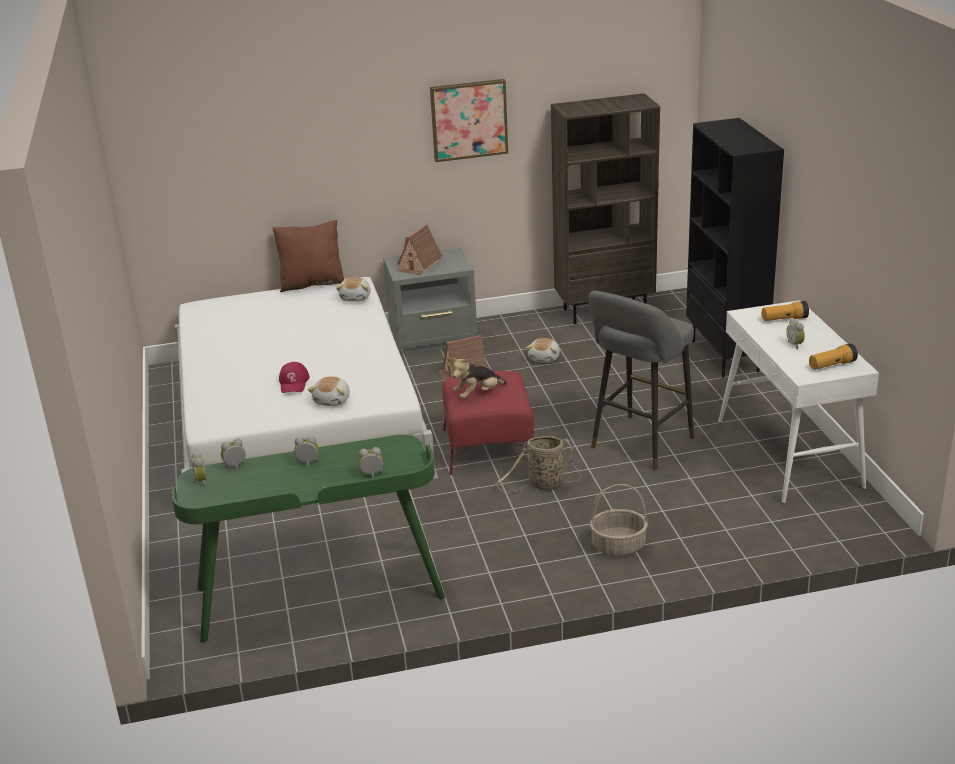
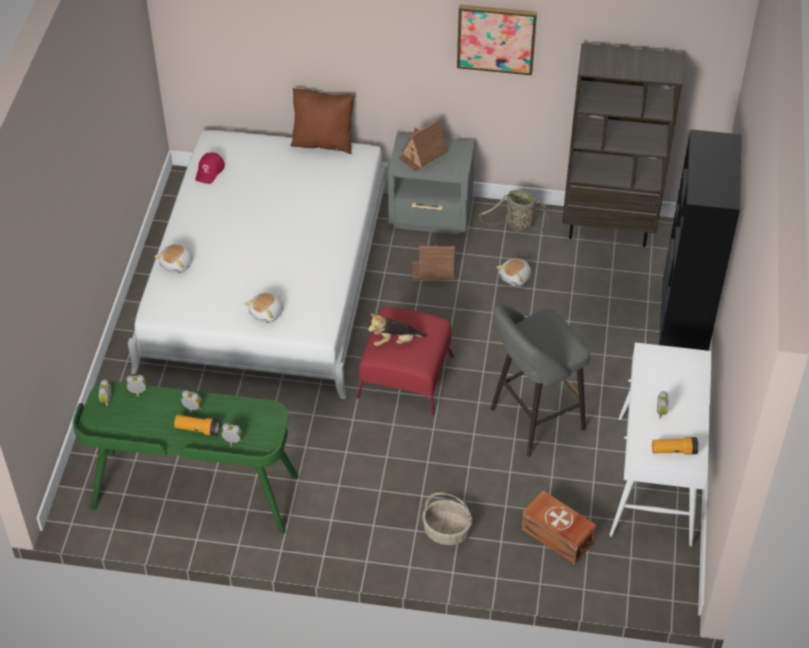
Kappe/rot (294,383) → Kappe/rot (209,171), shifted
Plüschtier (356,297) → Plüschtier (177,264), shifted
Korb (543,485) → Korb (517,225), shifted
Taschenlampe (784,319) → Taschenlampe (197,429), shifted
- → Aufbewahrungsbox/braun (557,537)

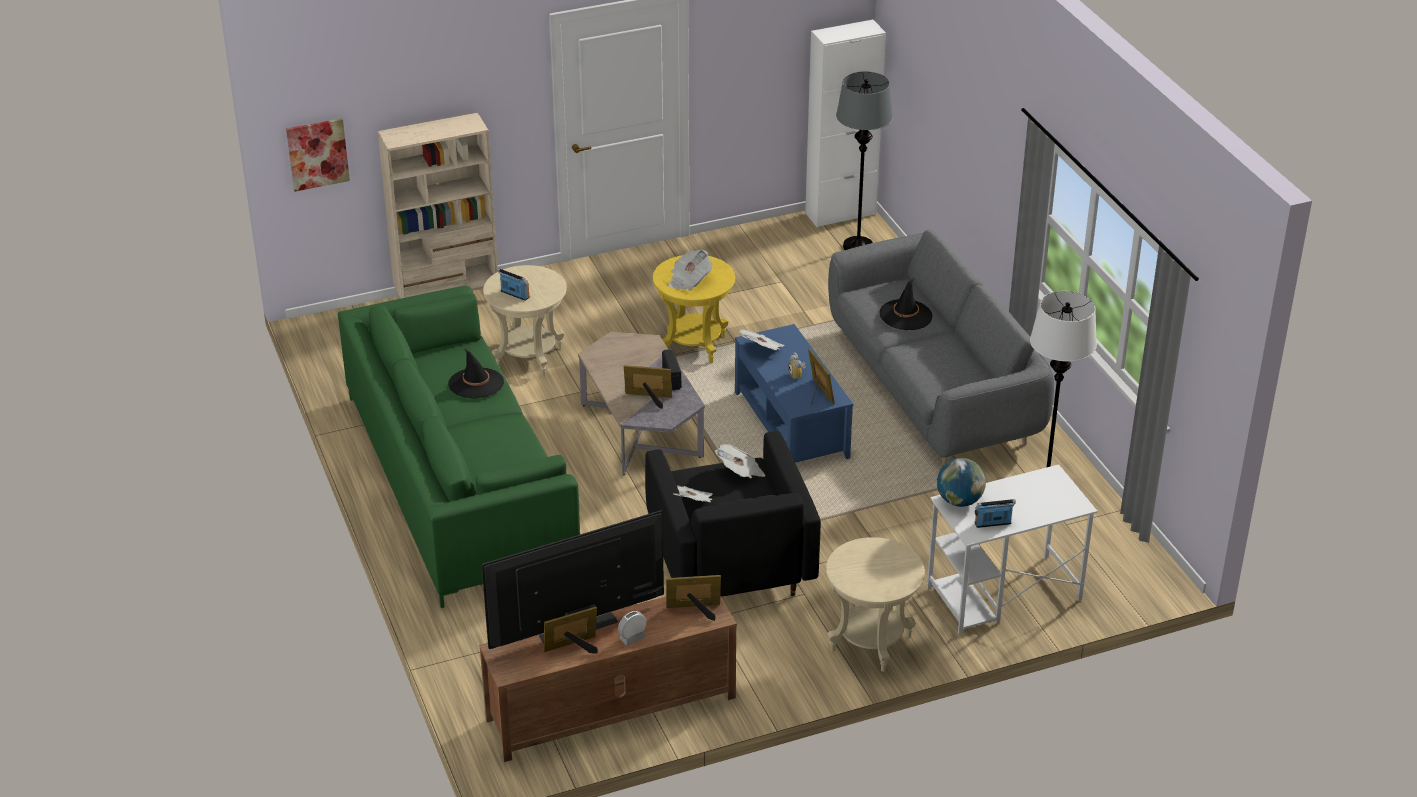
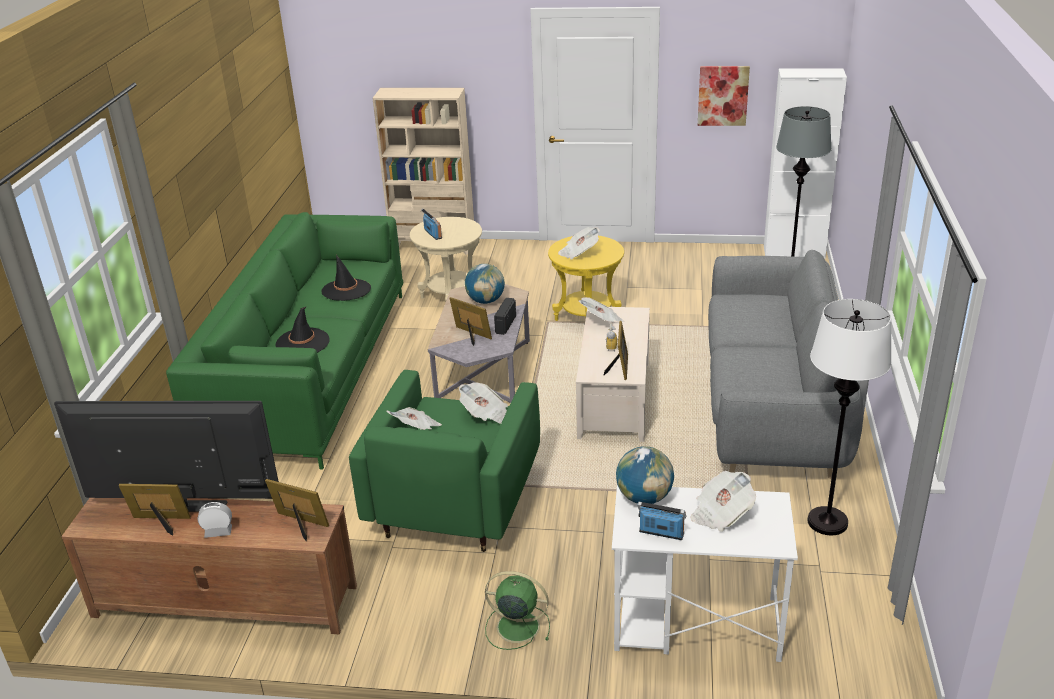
Bild (317,154) → Bild (723,95), shifted
Sessel/schwarz (730,563) → Sessel/grün (454,502)
Couchtisch/blau (791,425) → Couchtisch/beige (614,399)
Beistelltisch/beige (870,643) → Ventilator/grün (516,626)
Hut/schwarz (906,315) → Hut/schwarz (302,343), shifted
- → Globus (486,301)
- → Zeitung (721,514)

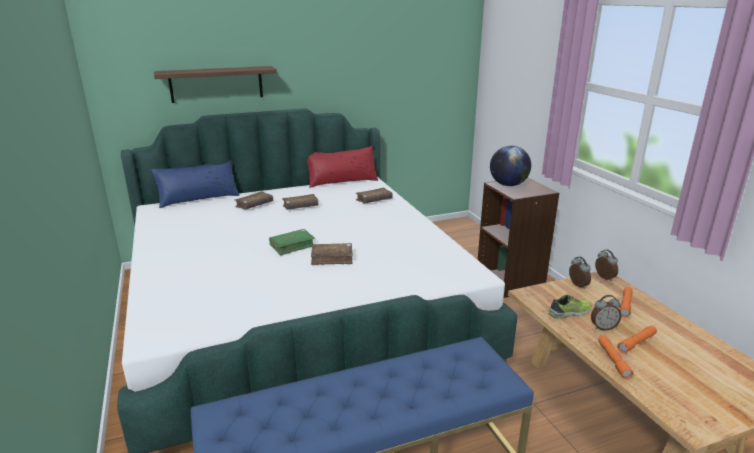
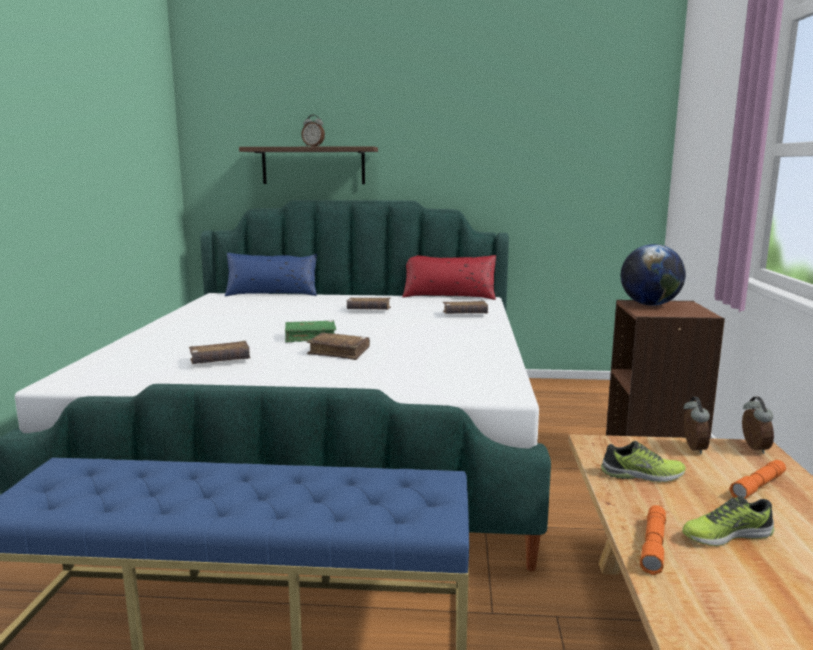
Buch/braun (254,205) → Buch/braun (220,361), shifted
Wecker (603,327) → Wecker (313,146), shifted
Taschenlampe/orange (636,343) → Schuh (725,535)

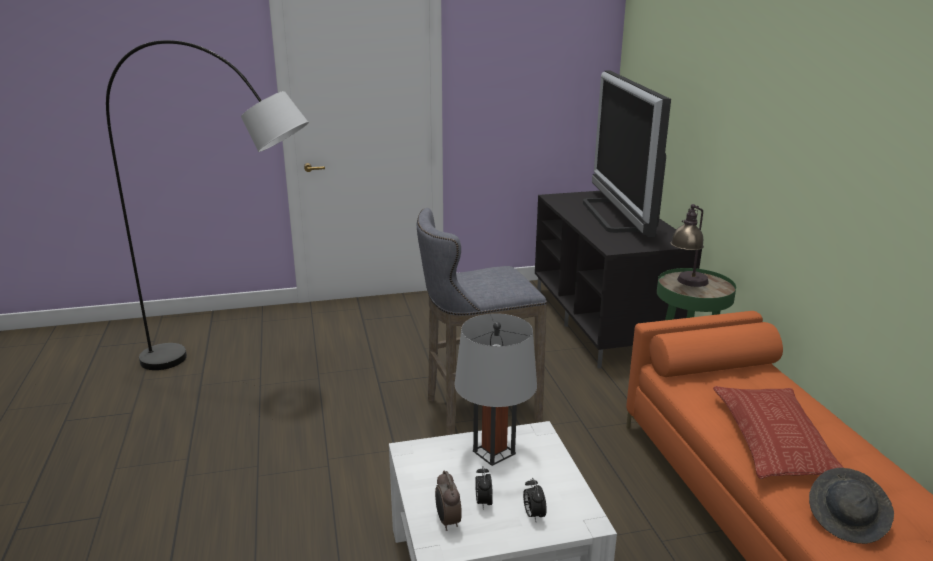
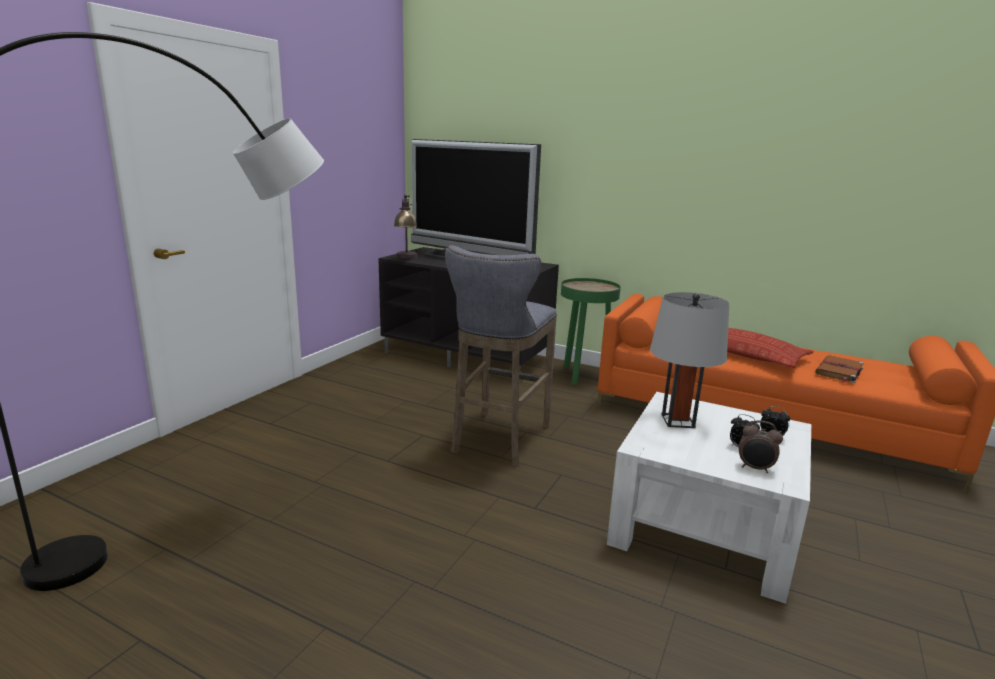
Tischlampe (687,284) → Tischlampe (406,258), shifted
Hut/grau (847,520) → Buch/braun (839,371)

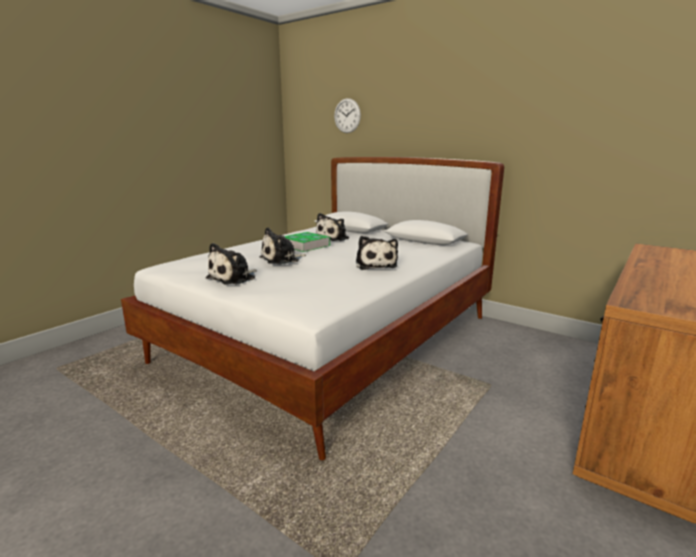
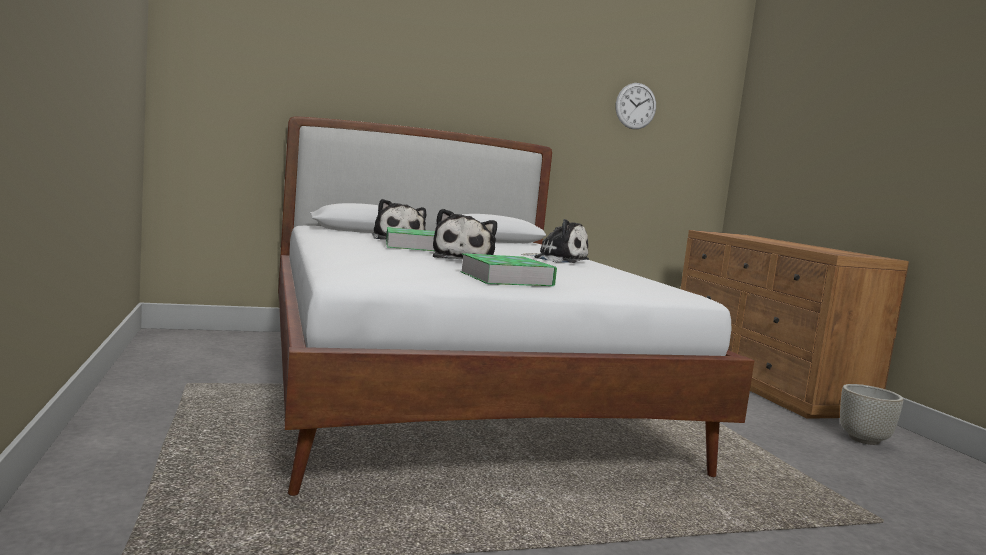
Plüschtier (234,278) → Buch (506,278)
Wanduhr (347,115) → Wanduhr (635,106), shifted
- → Pflanzkübel/grau (864,440)

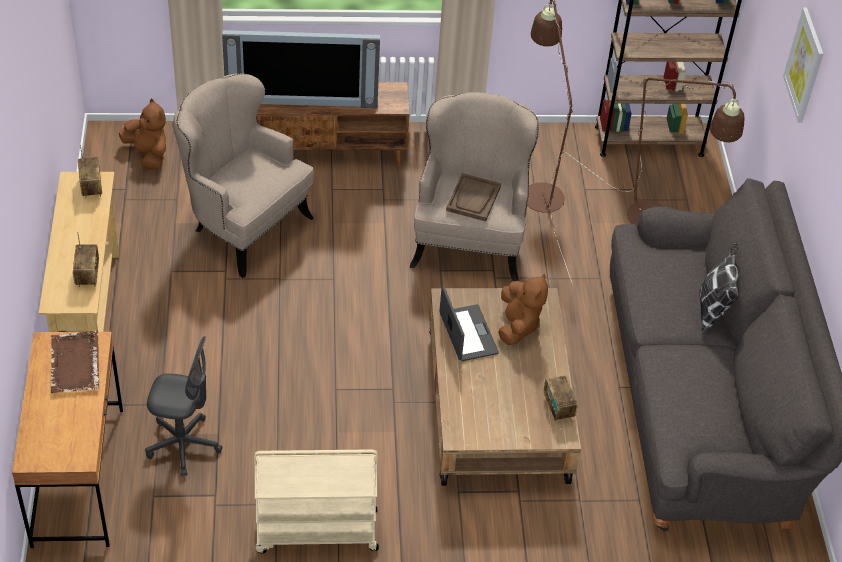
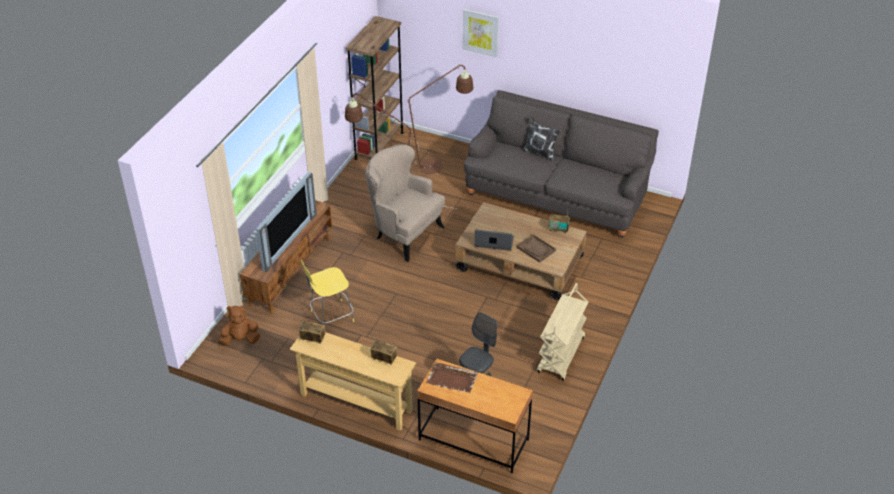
Sessel/beige (243,226) → Hocker/gelb (330,316)
Tablett/braun (473,199) → Tablett/braun (536,249), shifted
Plüschtier/braun (518,325) → -

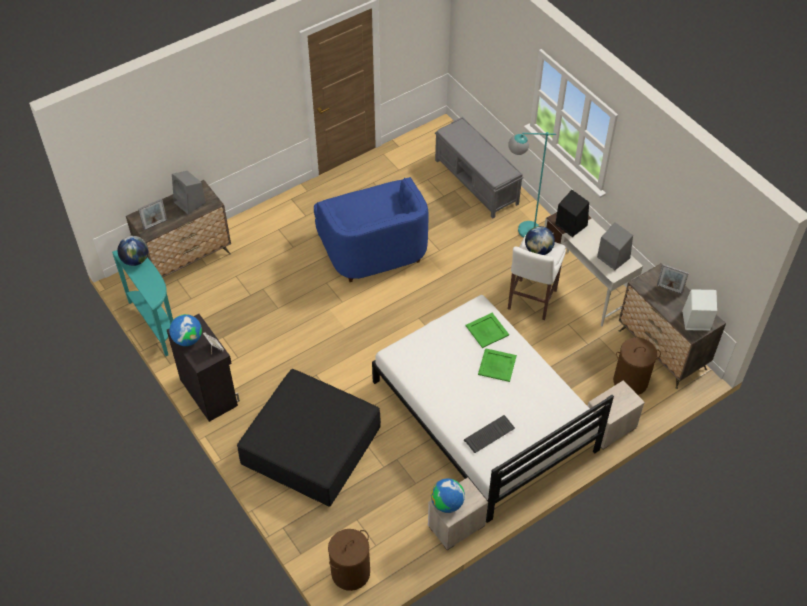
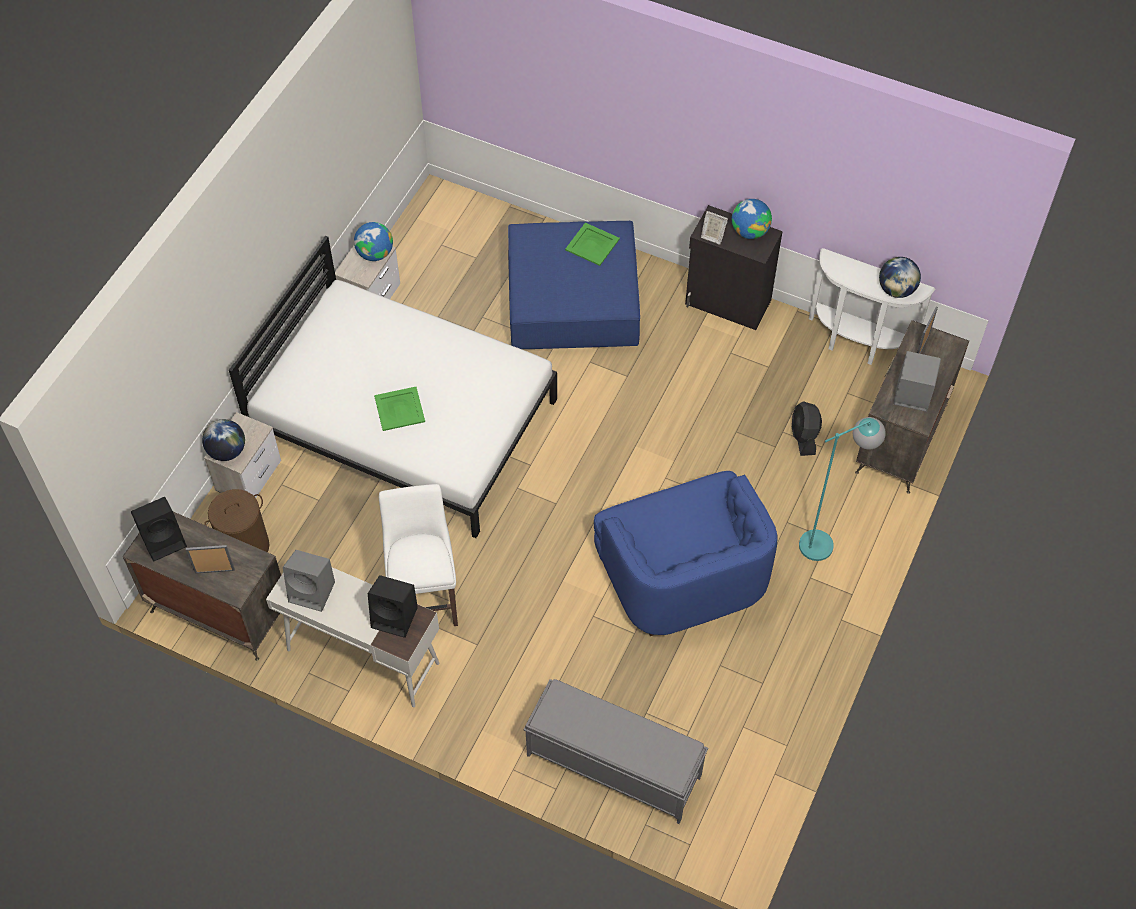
Konsolentisch/türkis (156,323) → Konsolentisch/weiß (856,345)
Polsterhocker/schwarz (311,447) → Polsterhocker/blau (573,300)
Sessel/blau (373,247) → Sessel/blau (683,574), 150 degrees counterclockwise
Wäschekorb/braun (350,573) → -
Tastatur (489,435) → -
Tablett/grün (486,330) → Tablett/grün (593,244), shifted
Stehlampe/türkis (520,230) → Stehlampe/türkis (826,540), shifted
Globus (538,250) → Globus (227,451), shifted
Lautsprecher/weiß (695,321) → Lautsprecher/schwarz (164,540)
- → Ventilator/schwarz (804,437)

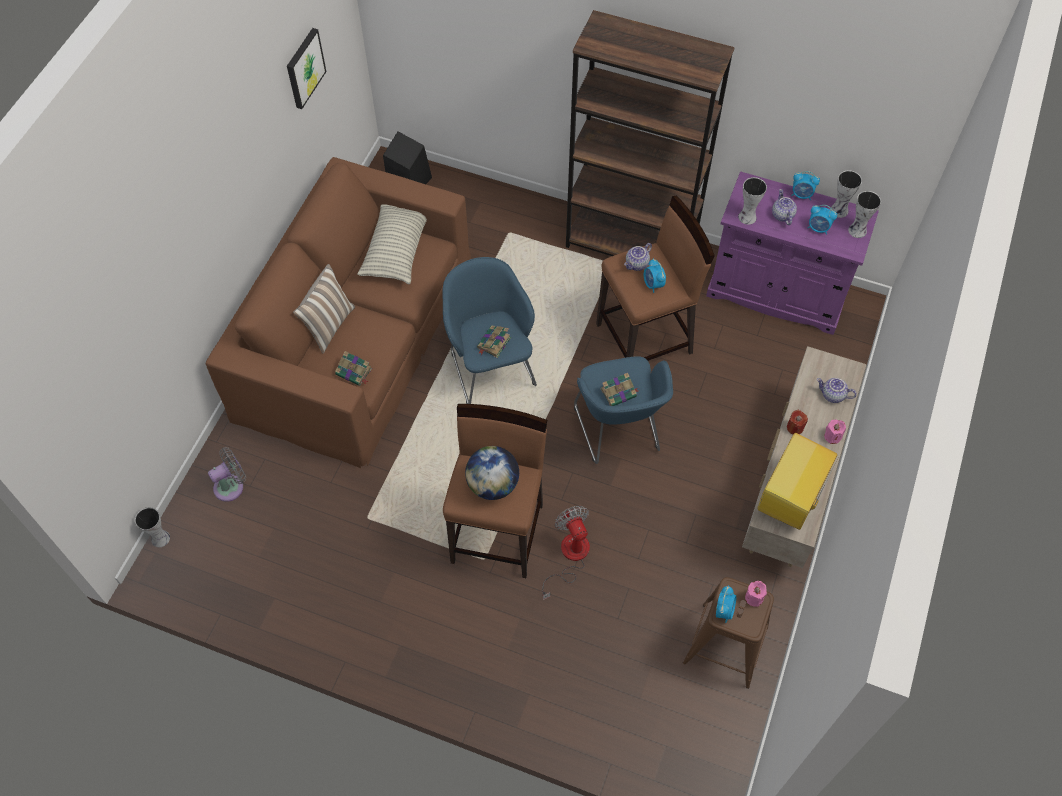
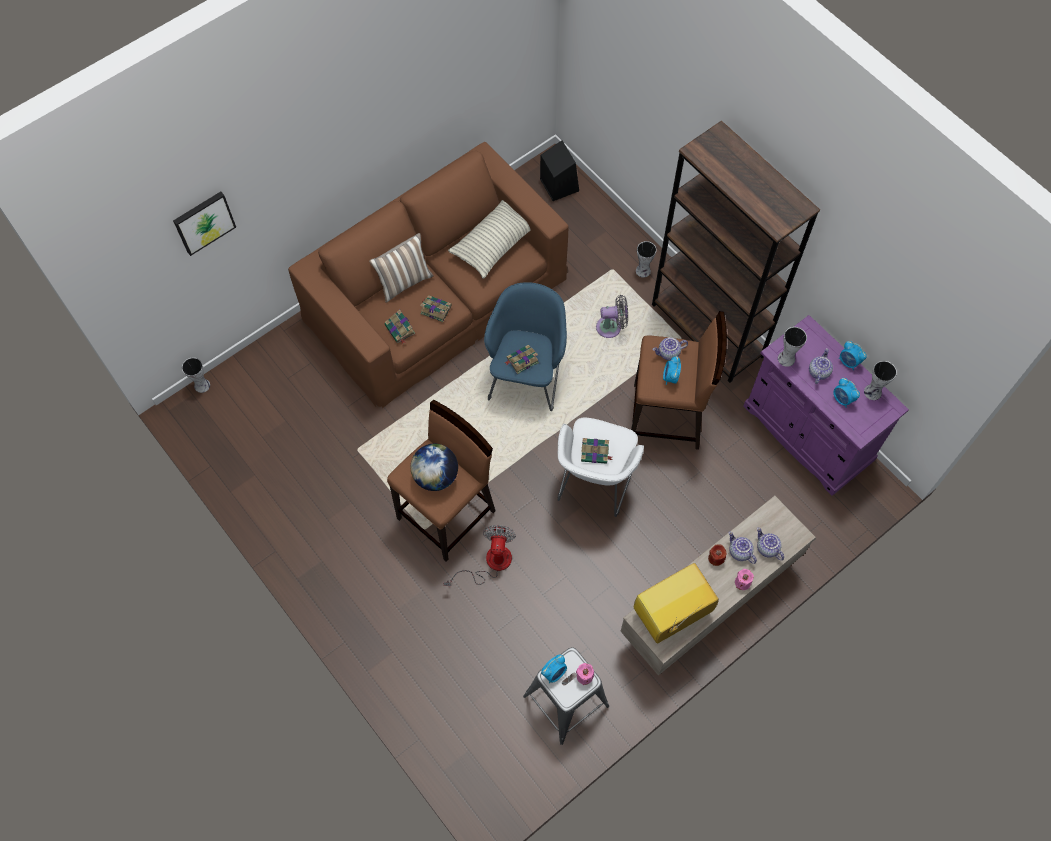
Ventilator/grau (231,486) → Ventilator/grau (611,327), shifted
Bild (304,68) → Bild (203,222), shifted
Sessel/blau (619,431) → Sessel/weiß (594,483)
Hocker/braun (725,645) → Hocker/grau (566,701)
Vase (857,231) → Vase (643,271), shifted
- → Buch (435,309)
- → Teekanne (739,552)

